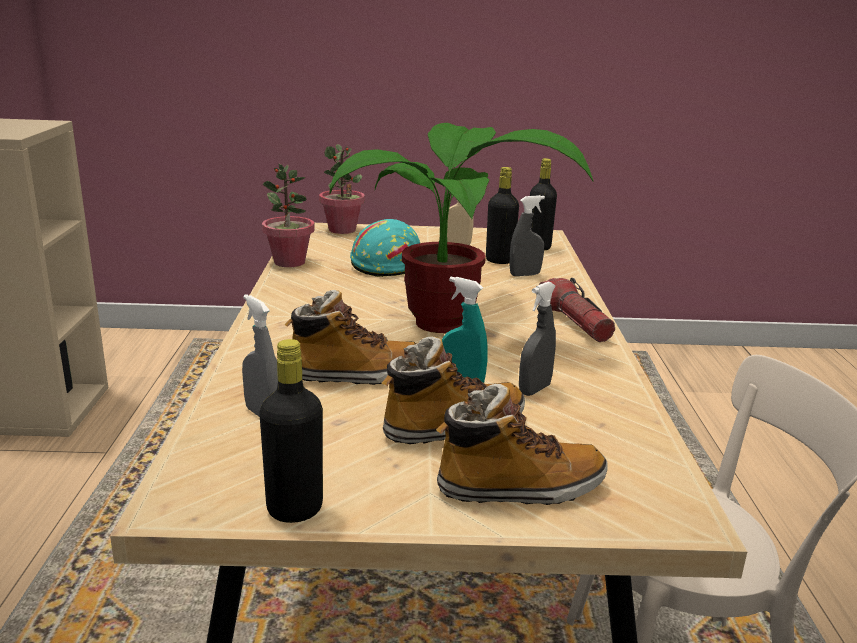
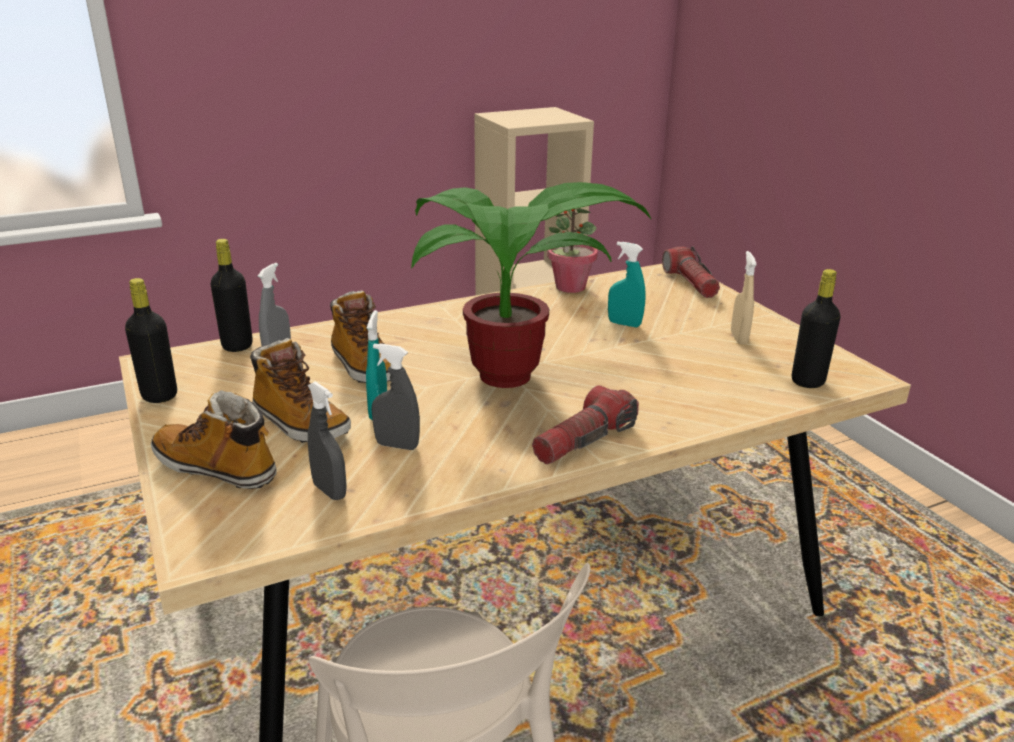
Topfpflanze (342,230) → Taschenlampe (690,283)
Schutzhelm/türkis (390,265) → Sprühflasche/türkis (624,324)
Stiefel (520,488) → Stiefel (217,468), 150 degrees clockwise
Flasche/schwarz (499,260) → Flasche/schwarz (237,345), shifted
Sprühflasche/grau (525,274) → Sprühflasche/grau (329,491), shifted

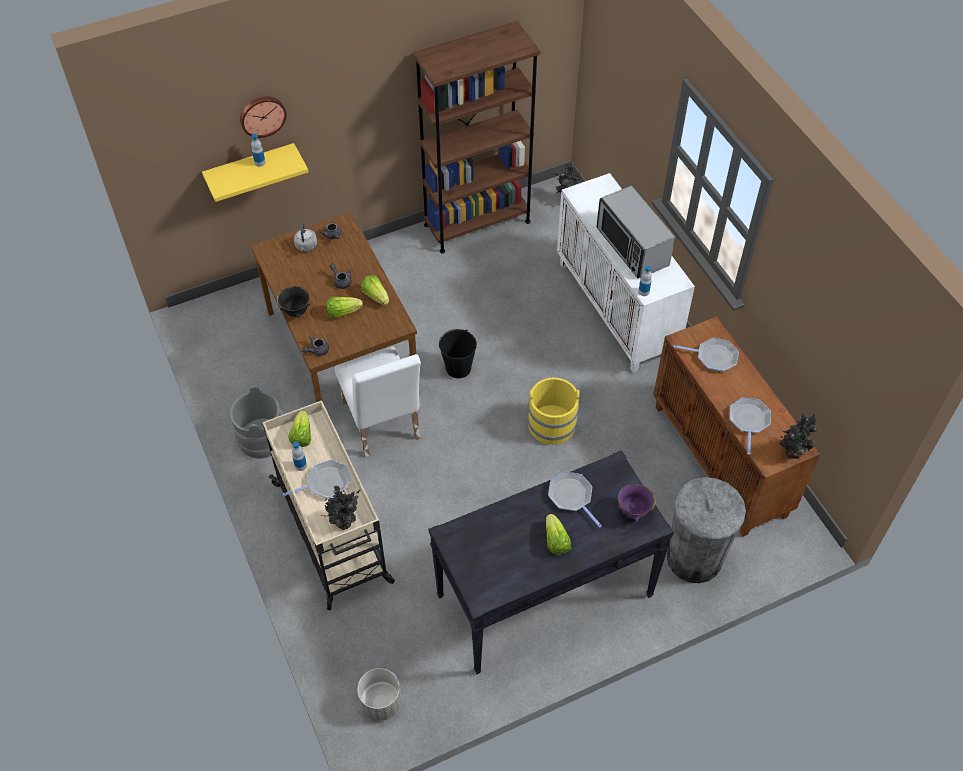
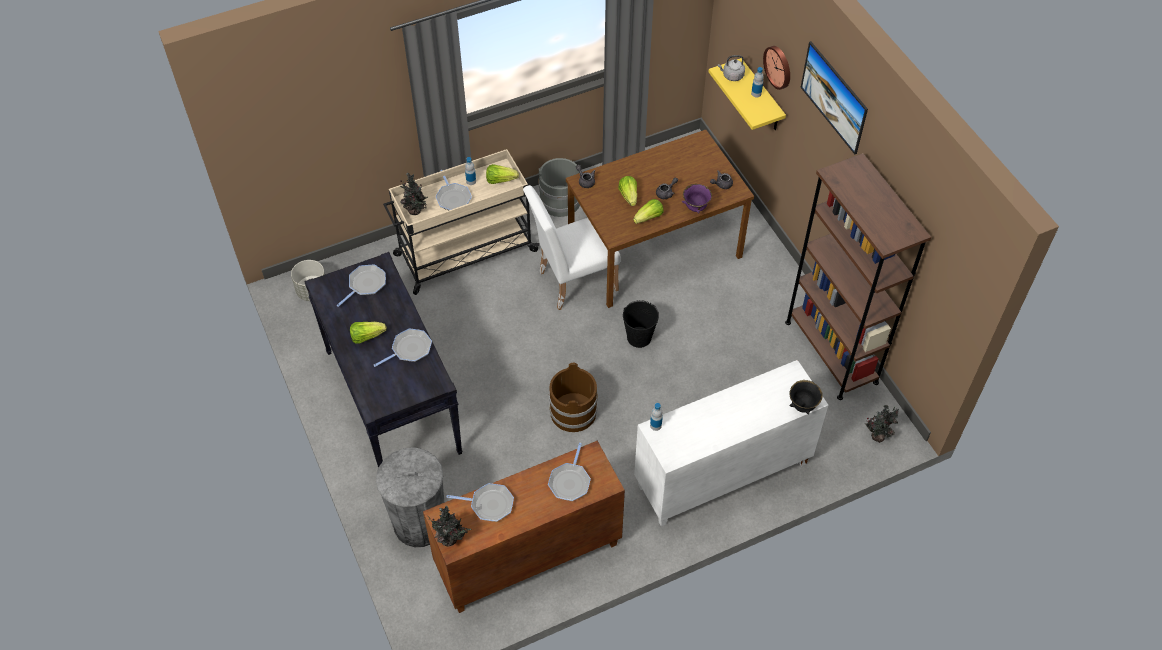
Schüssel/schwarz (296,311) → Schüssel/schwarz (803,406), shifted
Wasserkessel/grau (306,246) → Wasserkessel/grau (732,76), shifted
Eimer/gelb (551,424) → Eimer/braun (573,412)
Mikrowelle (632,247) → -
Schüssel/lila (633,512) → Schüssel/lila (695,208), shifted
- → Pfanne (365,284)
- → Bild (831,108)

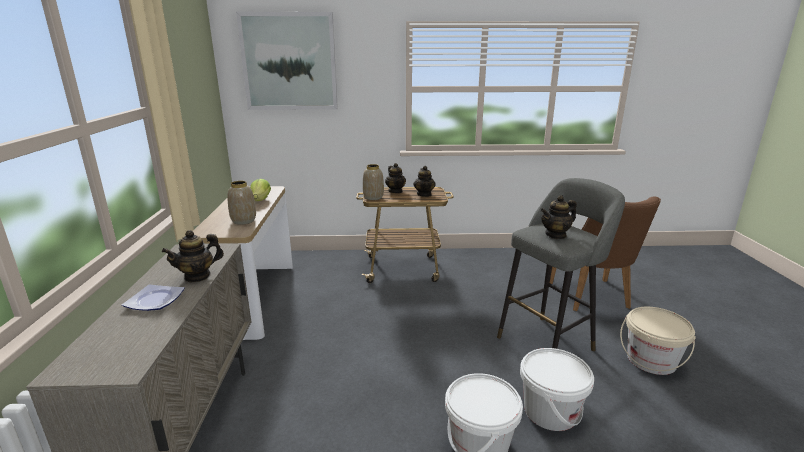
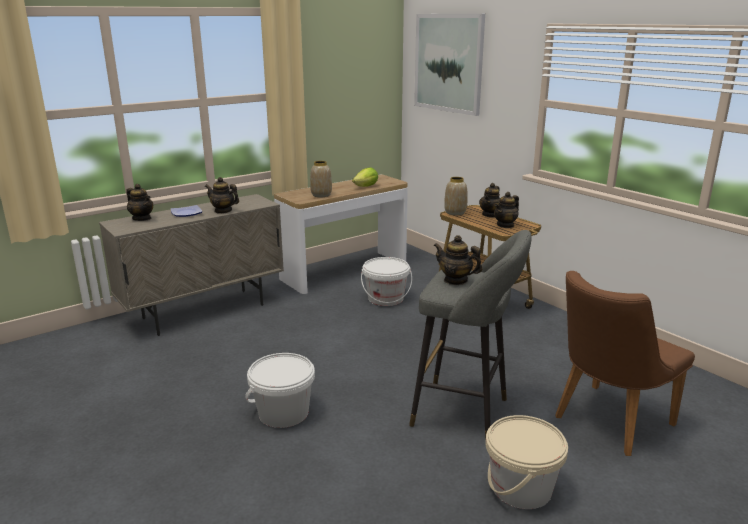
Eimer/weiß (550,411) → Eimer/weiß (385,298), shifted
- → Teekanne (142,218)

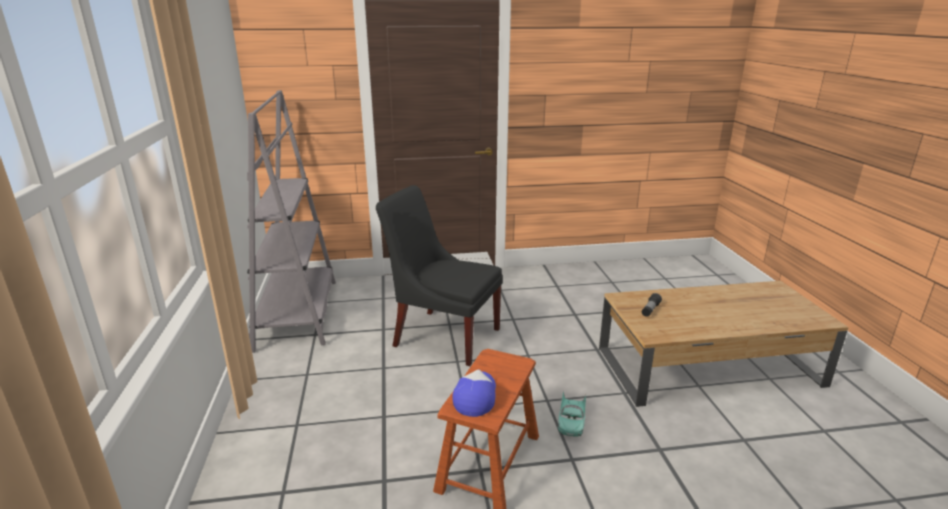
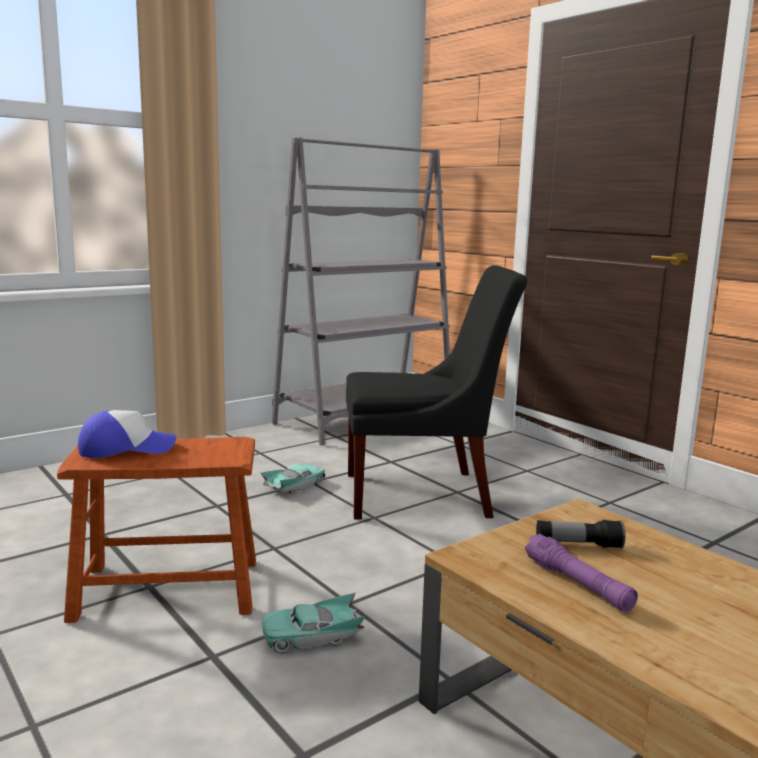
Stuhl/schwarz (443,335) → Stuhl/schwarz (424,495), 90 degrees clockwise
- → Spielzeugauto/türkis (295,486)
- → Taschenlampe/lila (577,584)

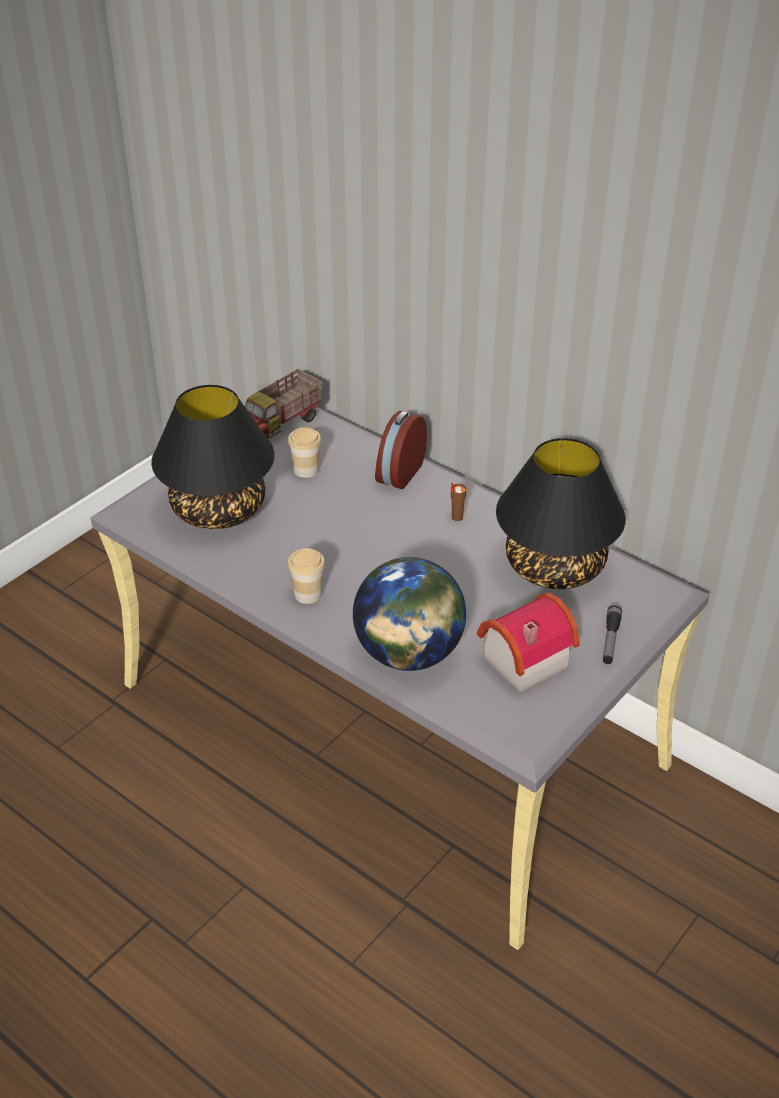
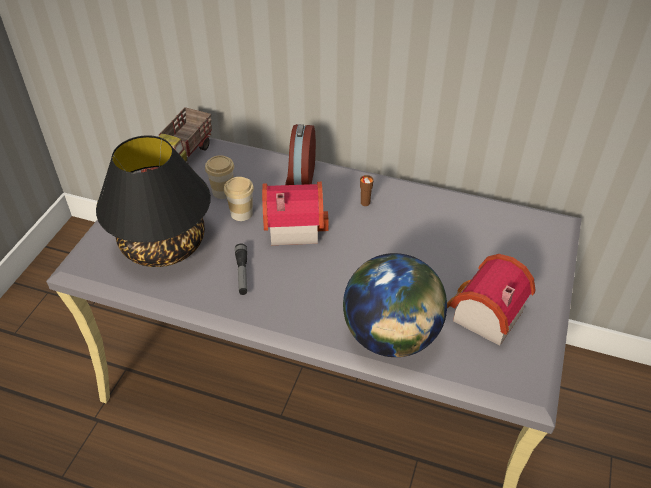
Tasse (308,594) → Tasse (241,213), shifted
Tischlampe/schwarz (554,566) → -
Taschenlampe (610,640) → Taschenlampe (242,273), shifted
- → Spielzeughaus (292,225)

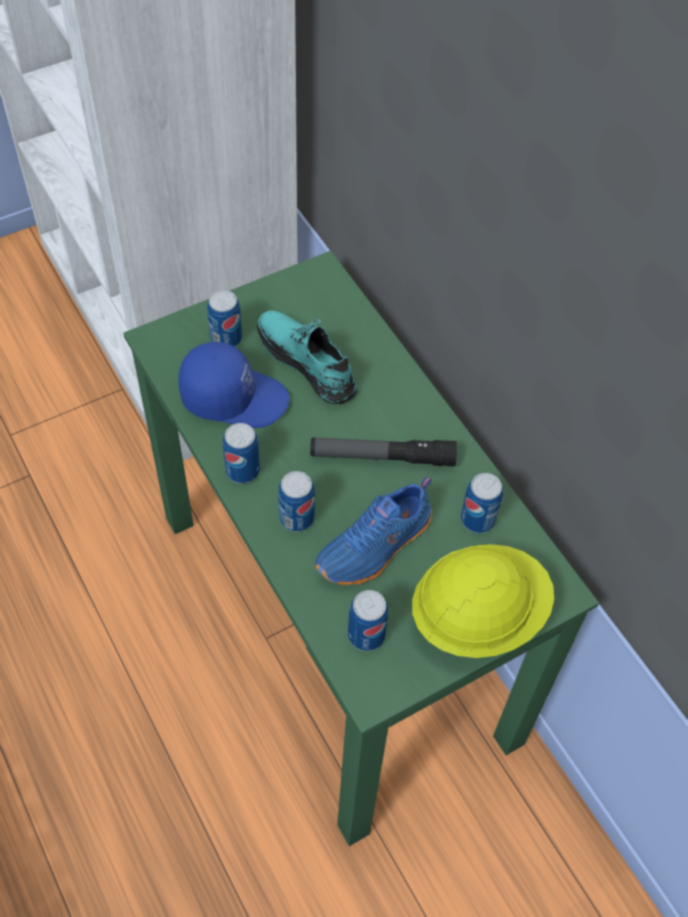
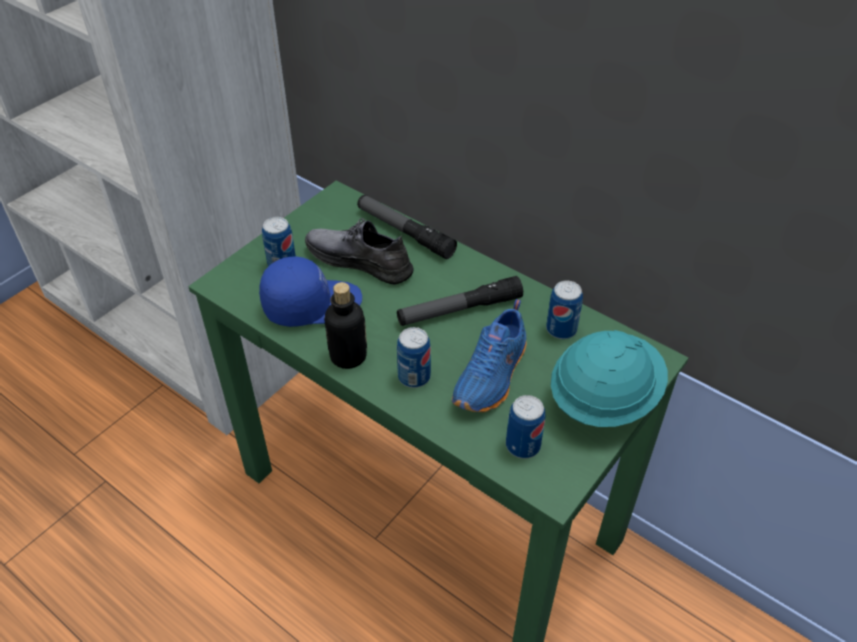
Dose (242,470) → Flasche (348,356)
Schuh/türkis (307,361) → Schuh/grau (359,261)
Schutzhelm/gelb (477,615) → Schutzhelm/türkis (603,399)
- → Taschenlampe (405,232)

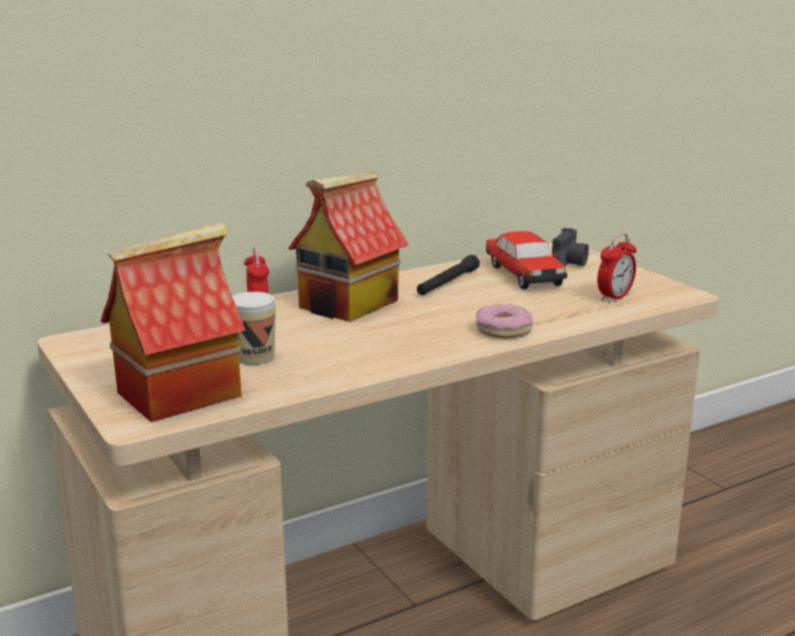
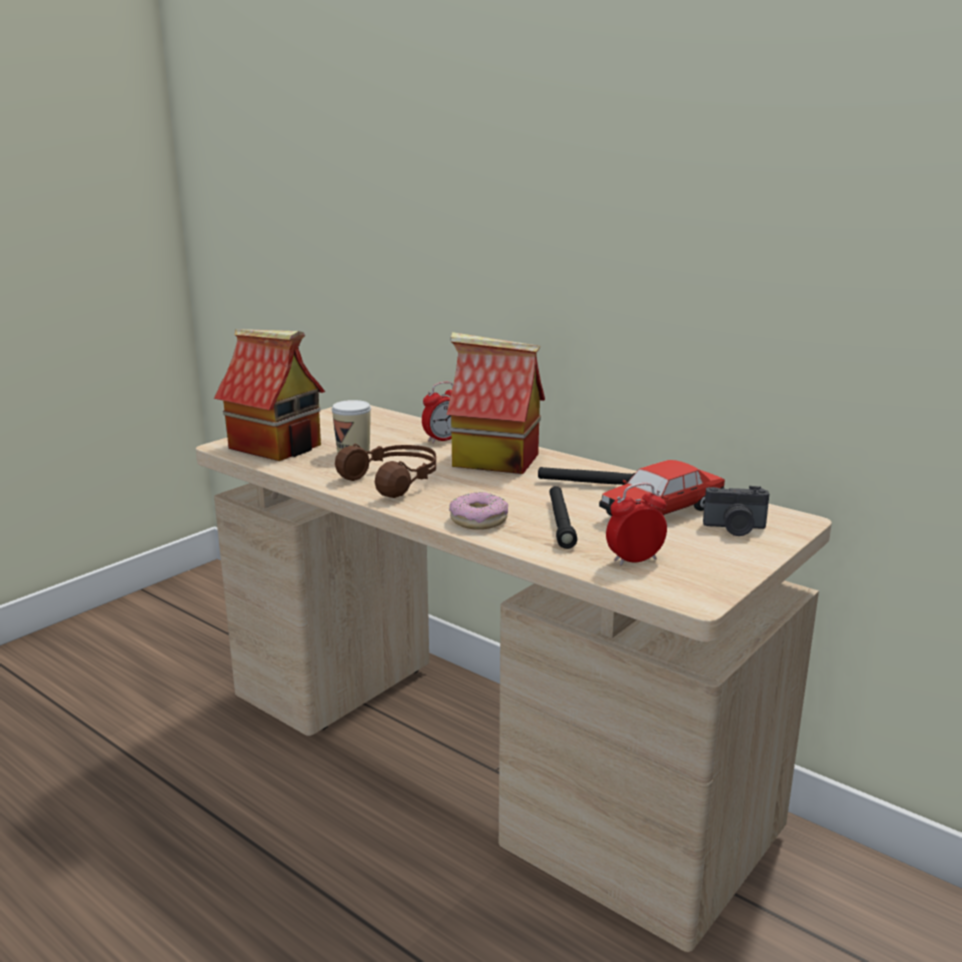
Wecker (614,297) → Wecker (635,560), 135 degrees clockwise
- → Kopfhörer/braun (394,481)
- → Taschenlampe/schwarz (560,523)

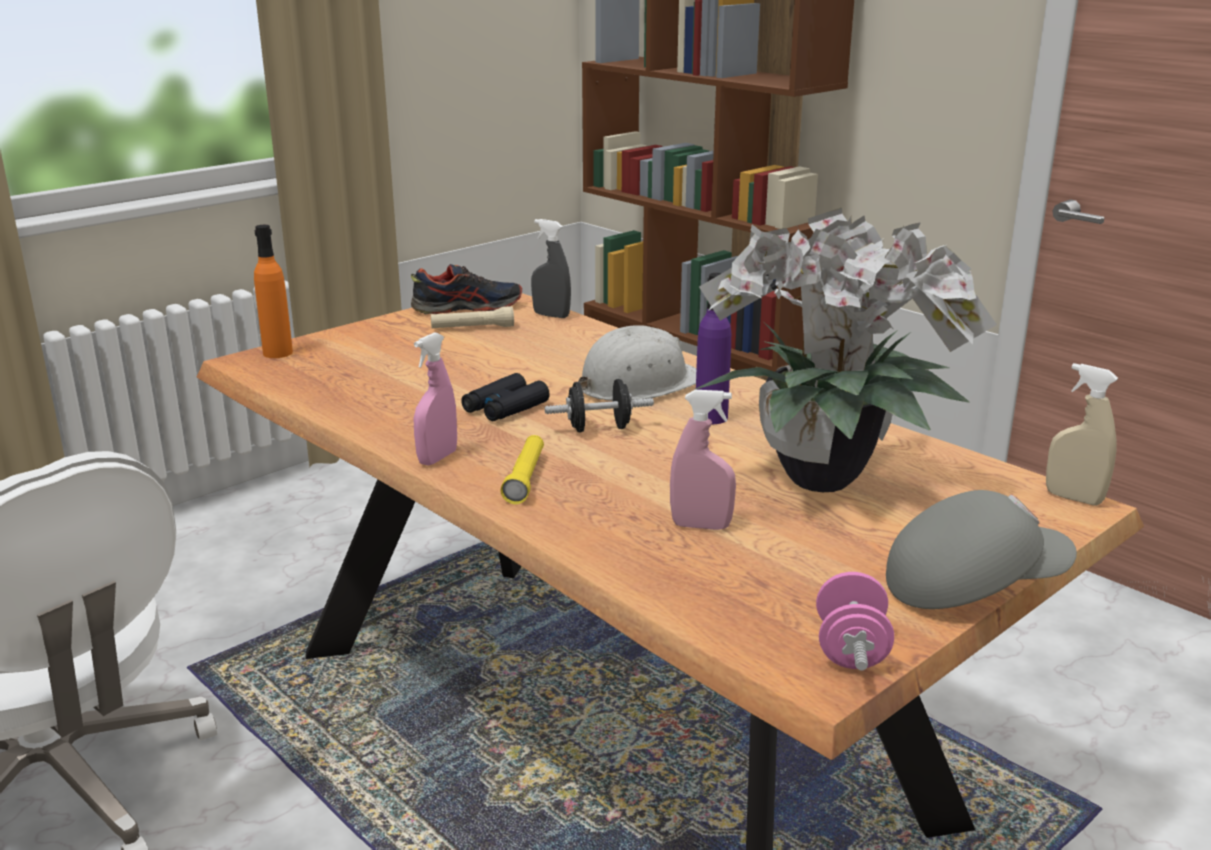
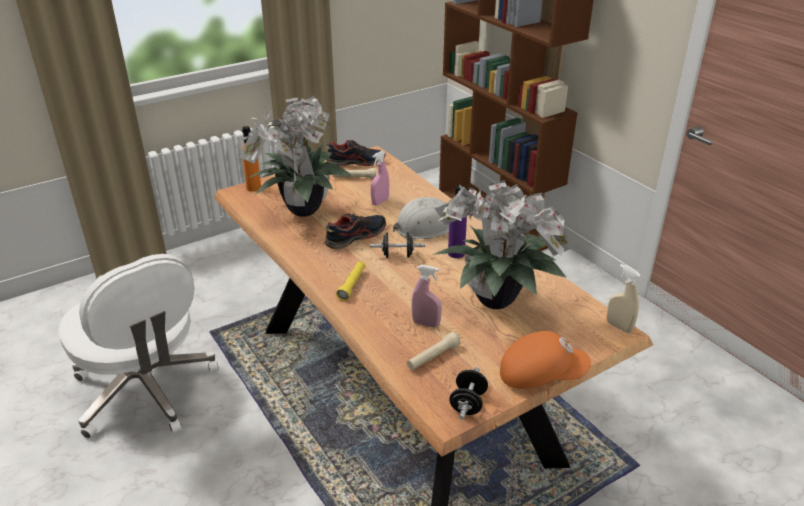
Sprühflasche/rosa (437,458) → Sprühflasche/rosa (380,202), shifted
Fernglas/schwarz (505,408) → Schuh (355,237)
Sprühflasche/grau (551,315) → -
Hantel/rosa (851,650) → Hantel/schwarz (468,404)
Kappe/grau (971,586) → Kappe/orange (540,374)
- → Topfpflanze (300,211)
- → Taschenlampe/beige (433,357)

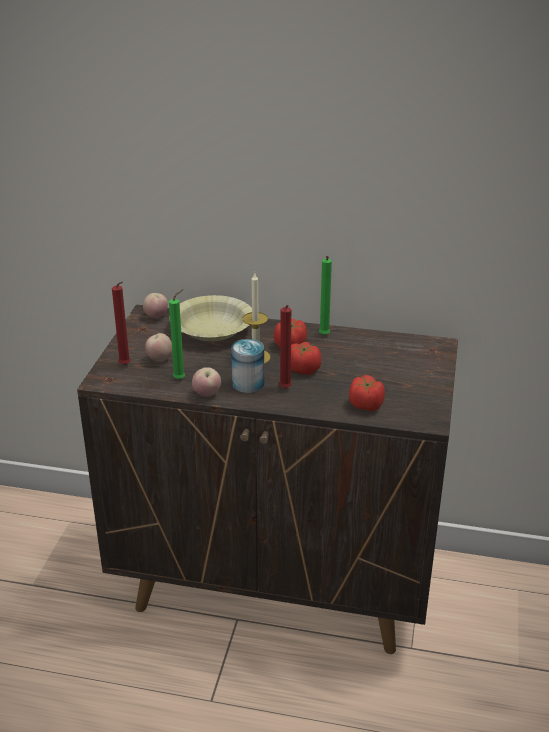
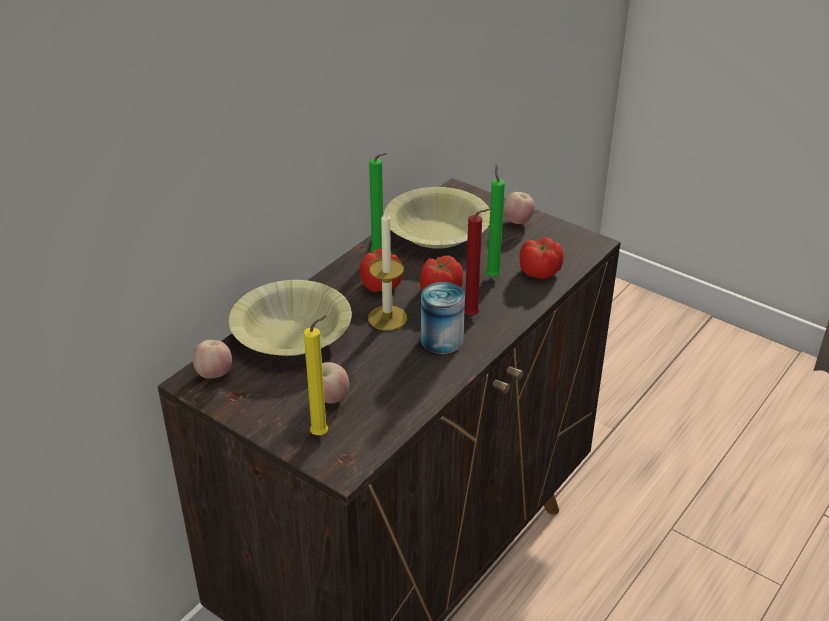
Kerze/rot (126,365) → Kerze/gelb (322,434)
Kerze/grün (181,379) → Kerze/grün (492,275), shifted
Apfel (207,394) → Apfel (517,222), shifted
- → Schüssel/gelb (437,232)

